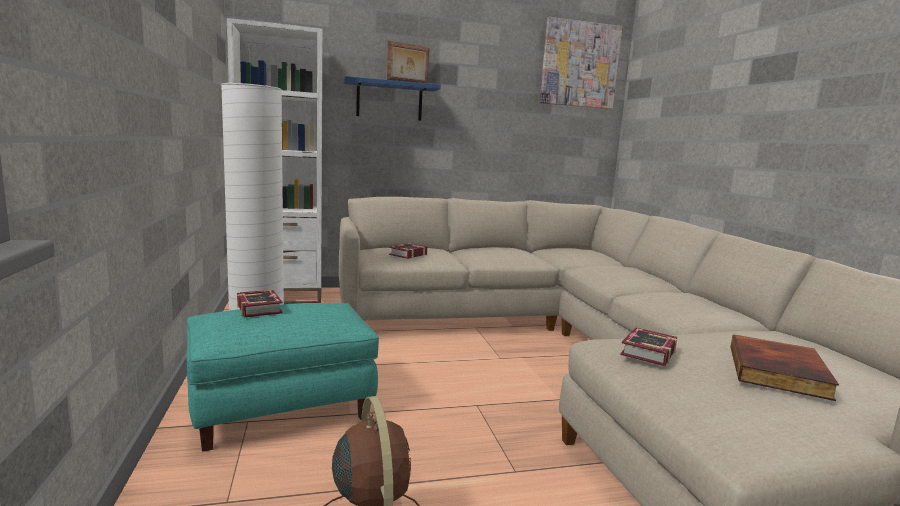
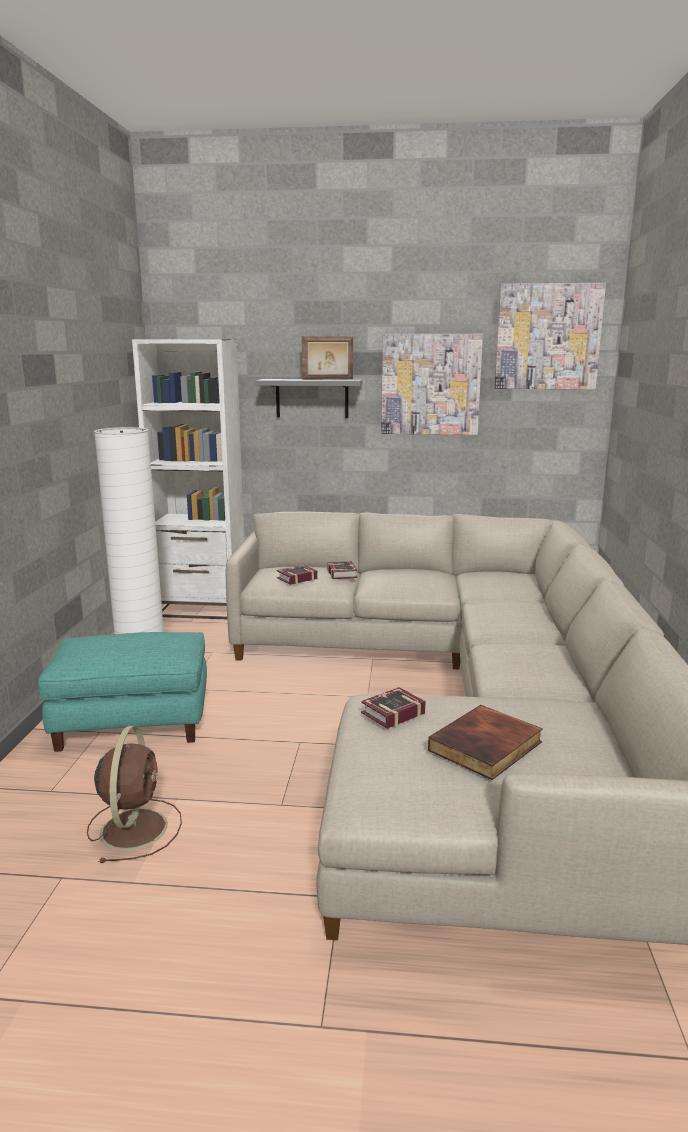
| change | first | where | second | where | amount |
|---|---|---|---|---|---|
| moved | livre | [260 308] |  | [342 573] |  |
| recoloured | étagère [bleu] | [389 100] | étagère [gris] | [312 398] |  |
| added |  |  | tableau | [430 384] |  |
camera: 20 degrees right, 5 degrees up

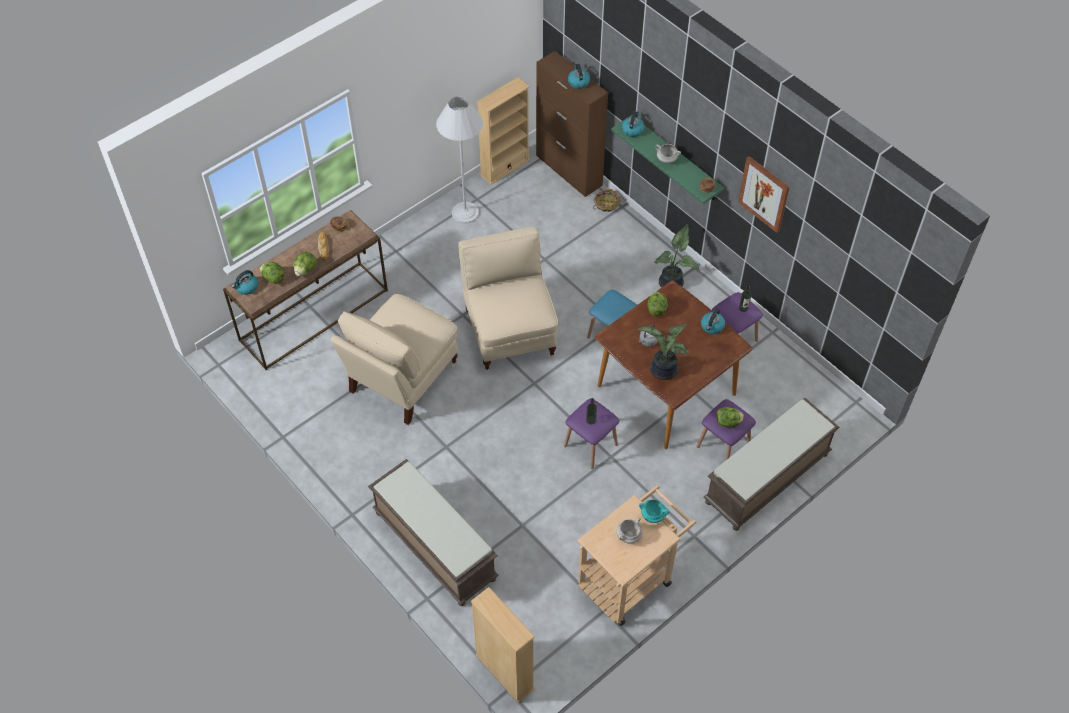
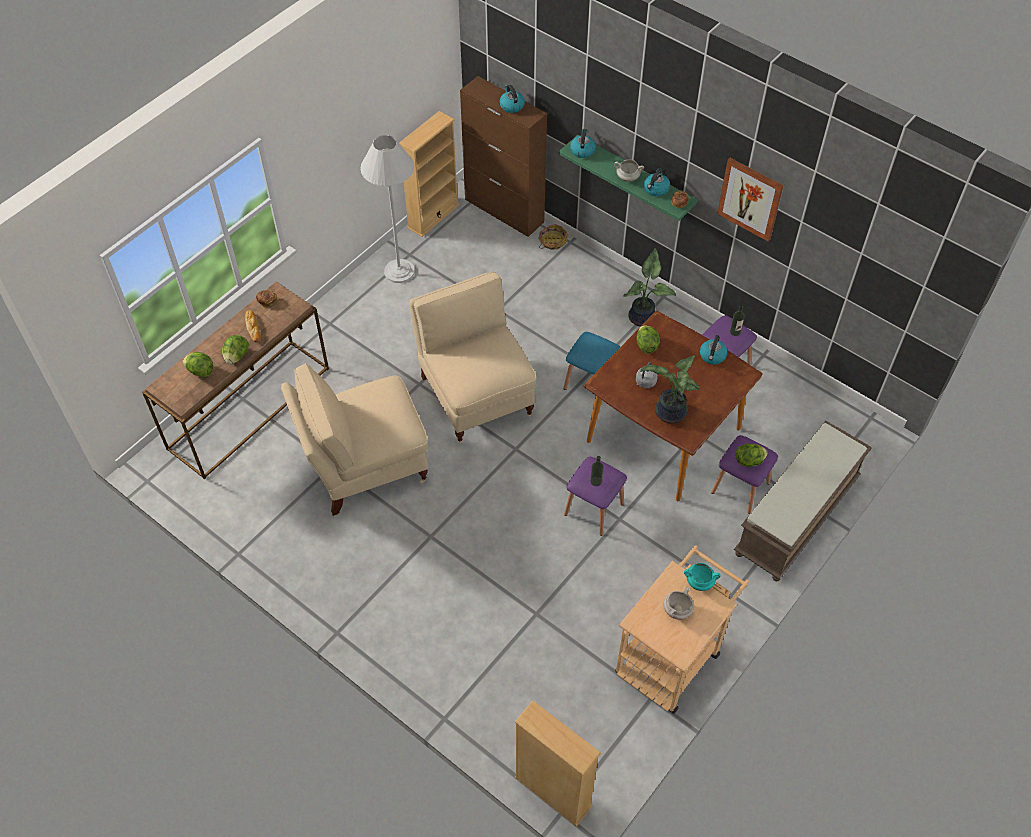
| change | first | where | second | where | amount |
|---|---|---|---|---|---|
| moved | bouilloire | [246 287] |  | [656 189] |  |
| turned | chaise [beige] | [402 379] |  | [365 466] | 45 degrees clockwise |
| removed | banc [marron] | [433 545] |  |  |  |
camera: 10 degrees left, 0 degrees up

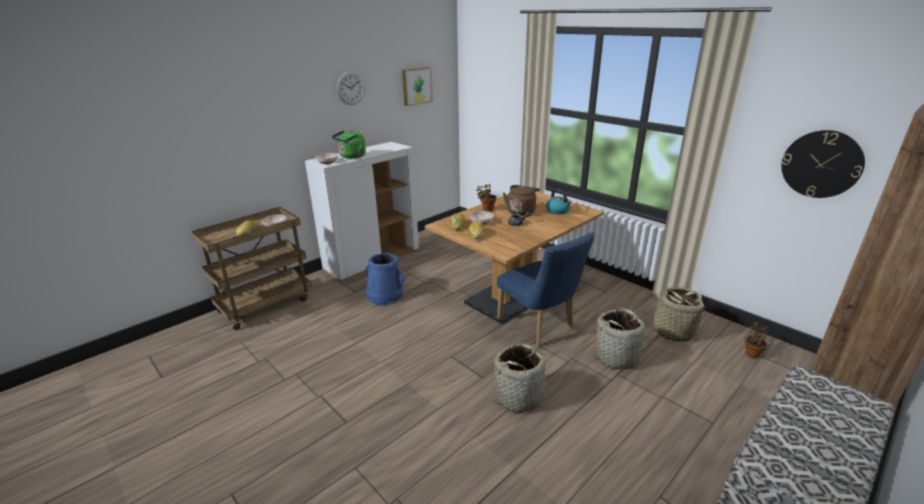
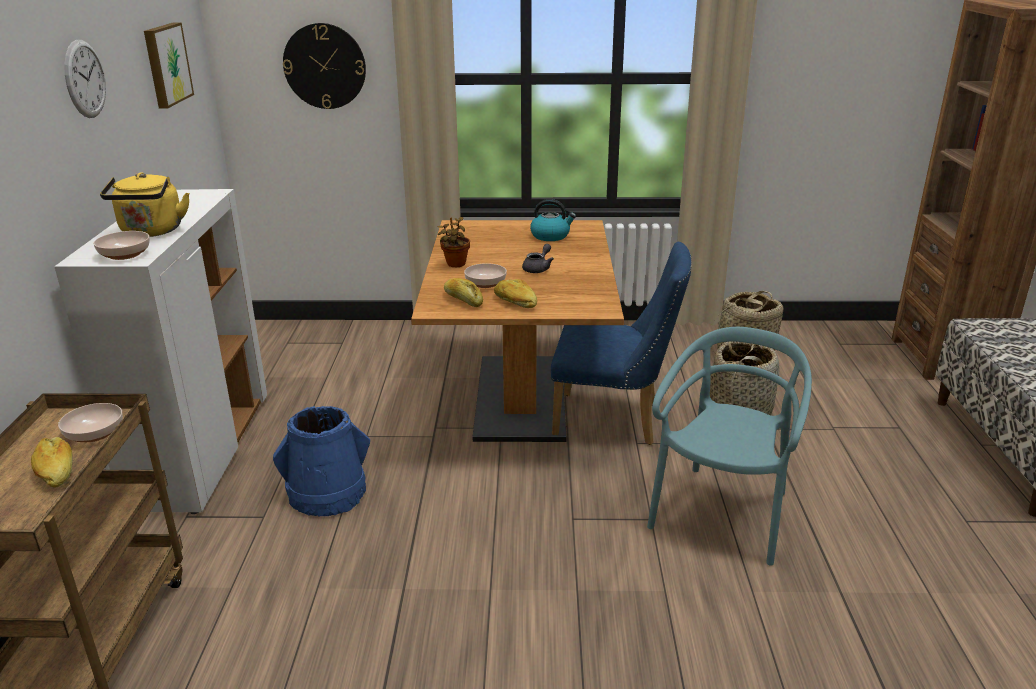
| change | first | where | second | where | amount |
|---|---|---|---|---|---|
| recoloured | bouilloire [vert] | [351 156] | bouilloire [jaune] | [151 232] |  |
| replaced | panier | [519 397] | chaise [turquoise] | [723 514] |  |
| removed | bouilloire [marron] | [521 211] |  |  |  |
| removed | plante en pot | [752 353] |  |  |  |
| moved | horloge murale | [821 164] |  | [324 66] |  |
camera: 45 degrees left, 0 degrees up

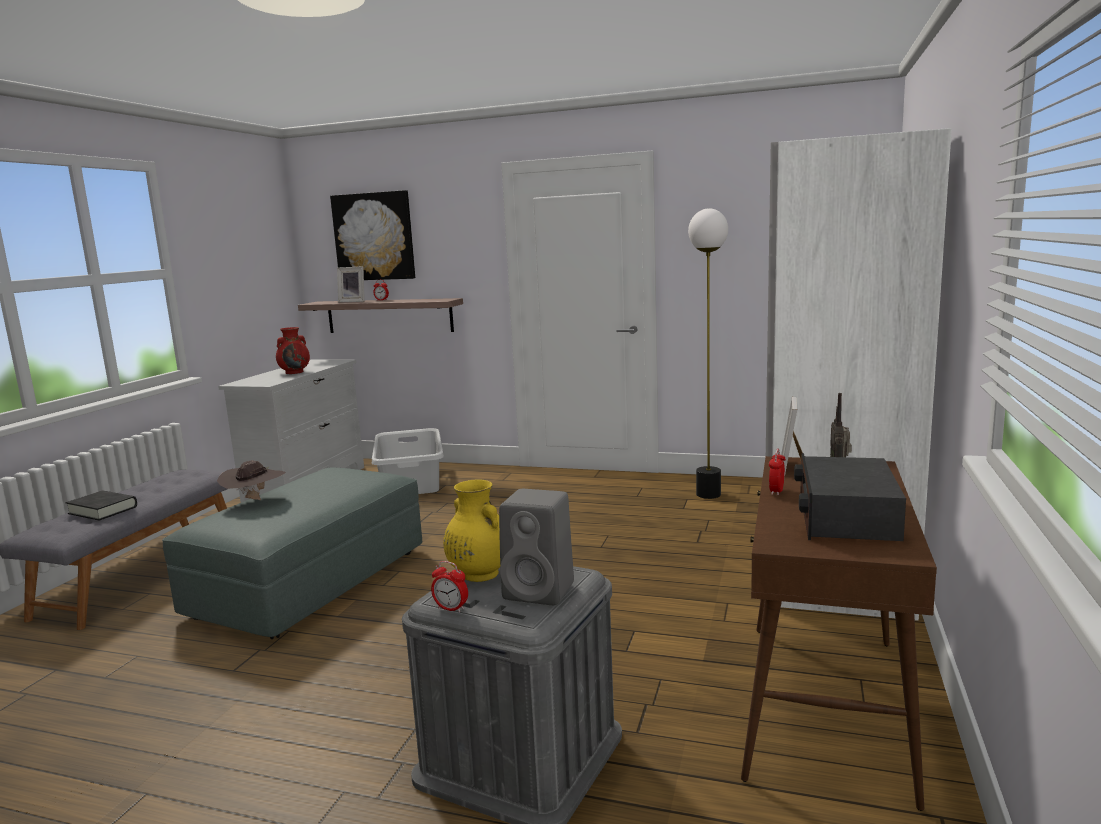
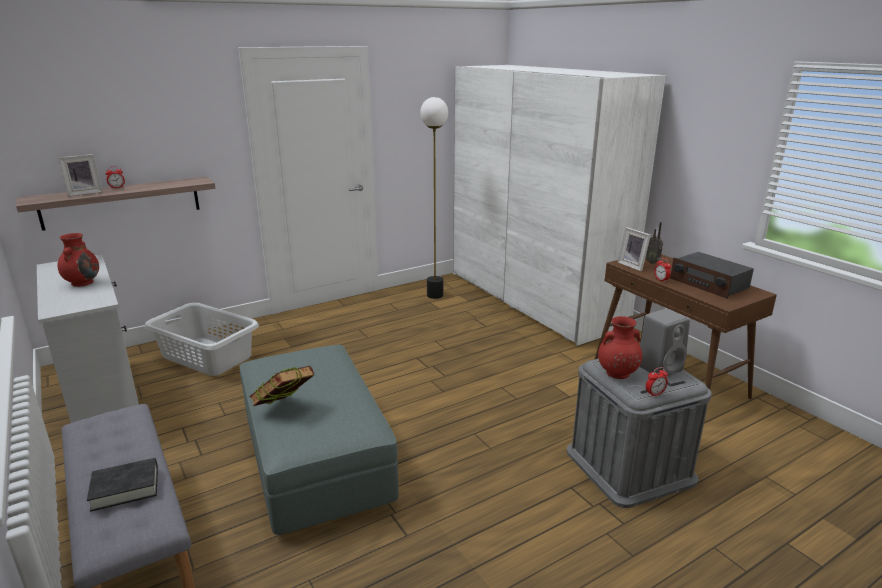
| change | first | where | second | where | amount |
|---|---|---|---|---|---|
| replaced | chapeau [marron] | [255 501] | livre | [284 409] |  |
| removed | tableau | [374 236] |  |  |  |
| recoloured | vase [jaune] | [479 573] | vase [rouge] | [617 373] |  |
camera: 50 degrees left, 10 degrees up

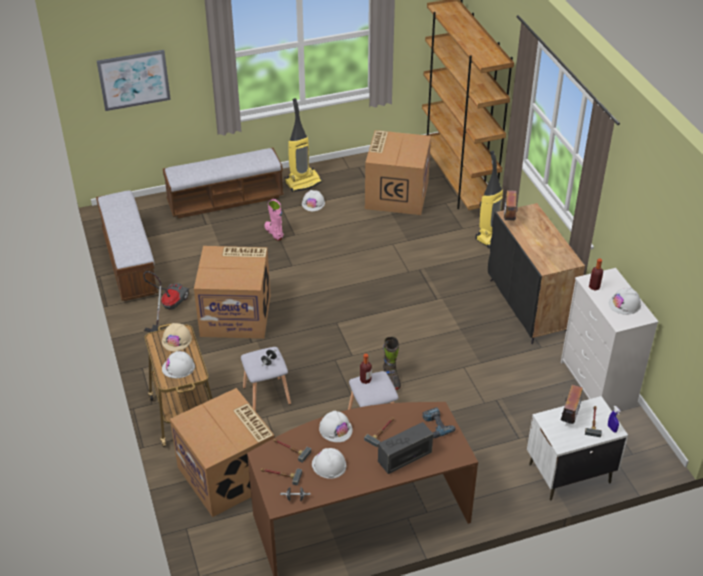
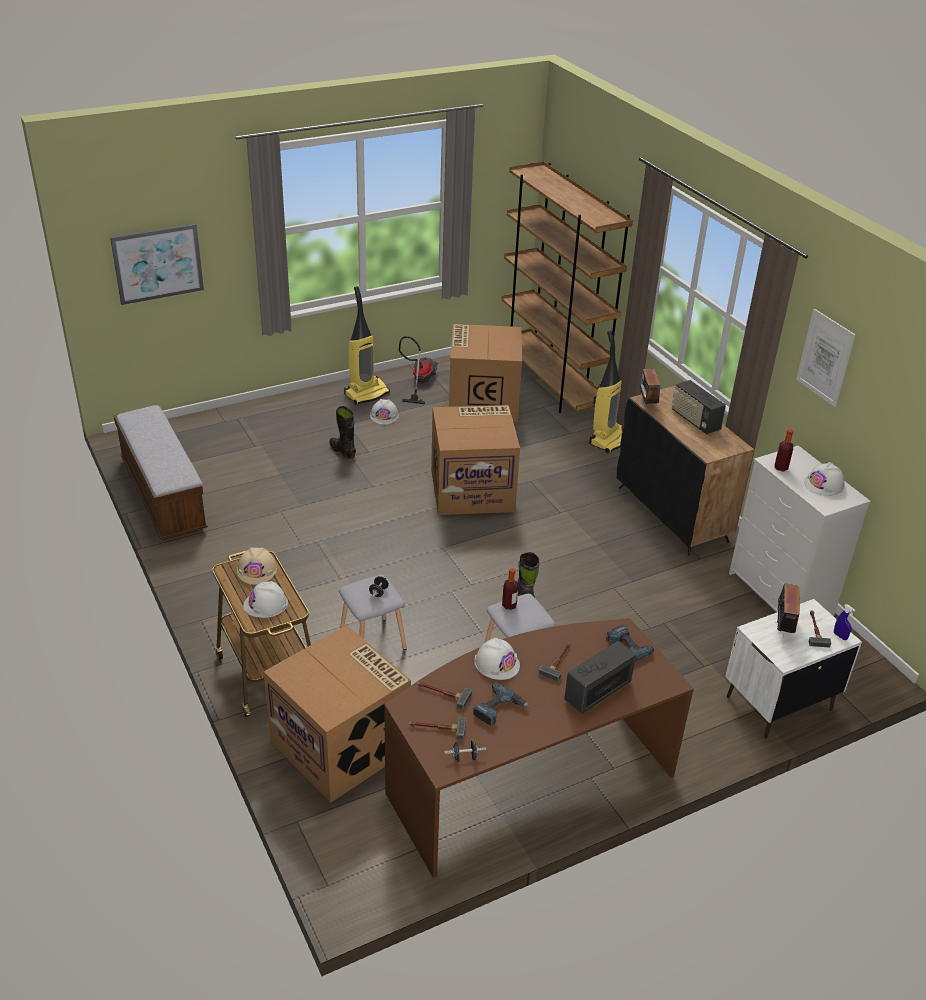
| change | first | where | second | where | amount |
|---|---|---|---|---|---|
| moved | aspirateur | [168 308] |  | [419 382] |  |
| removed | banc | [225 200] |  |  |  |
| moved | carton | [237 314] |  | [473 489] |  |
| recoloured | botte [rose] | [274 233] | botte [noir] | [342 451] |  |
| replaced | casque de chantier [blanc] | [329 465] | perceuse | [499 709] |  |
| added |  |  | radio | [694 420] |  |
| added |  |  | tableau | [825 357] |  |
camera: 10 degrees left, 5 degrees down

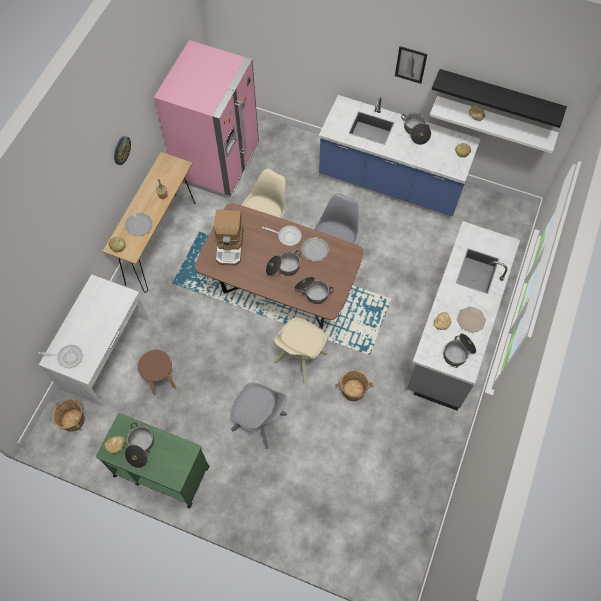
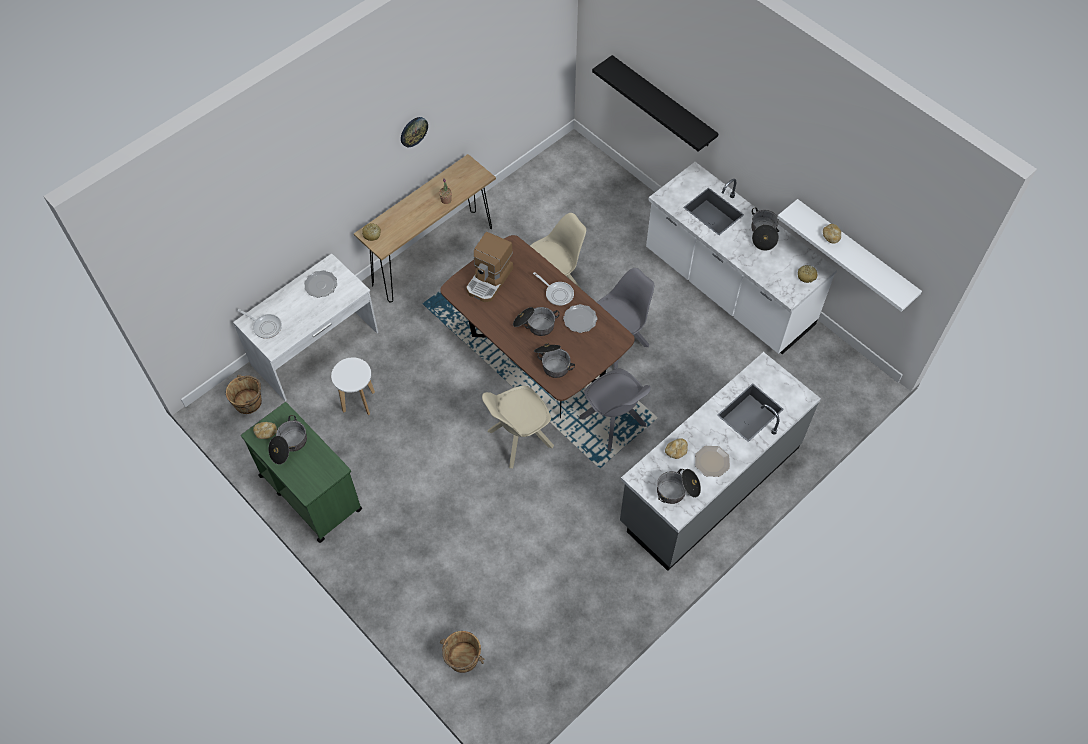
| change | first | where | second | where | amount |
|---|---|---|---|---|---|
| moved | assiette | [138 225] |  | [320 285] |  |
| recoloured | tabouret [marron] | [162 382] | tabouret [blanc] | [358 402] |  |
| removed | réfrigérateur [rose] | [217 163] |  |  |  |
| moved | chaise [gris] | [260 422] |  | [614 423] |  |
| recoloured | comptoir de cuisine [bleu] | [391 182] | comptoir de cuisine [blanc] | [727 289] |  |
| moved | seau [marron] | [353 391] |  | [462 658] |  |
| removed | tableau | [410 64] |  |  |  |
| moved | étagère [noir] | [499 95] |  | [663 102] |  |
camera: 25 degrees right, 5 degrees down

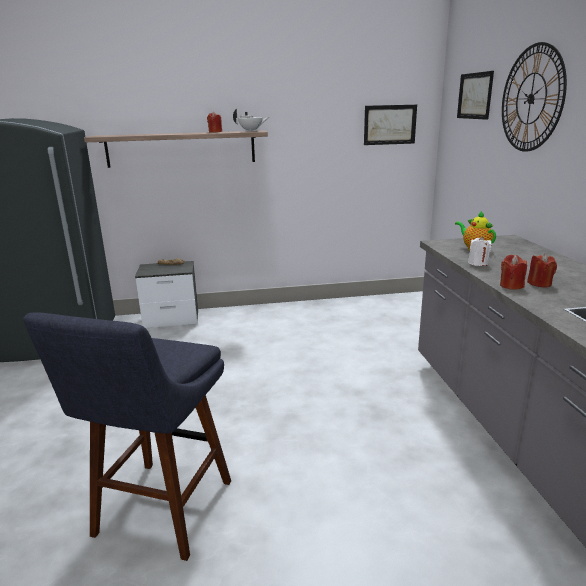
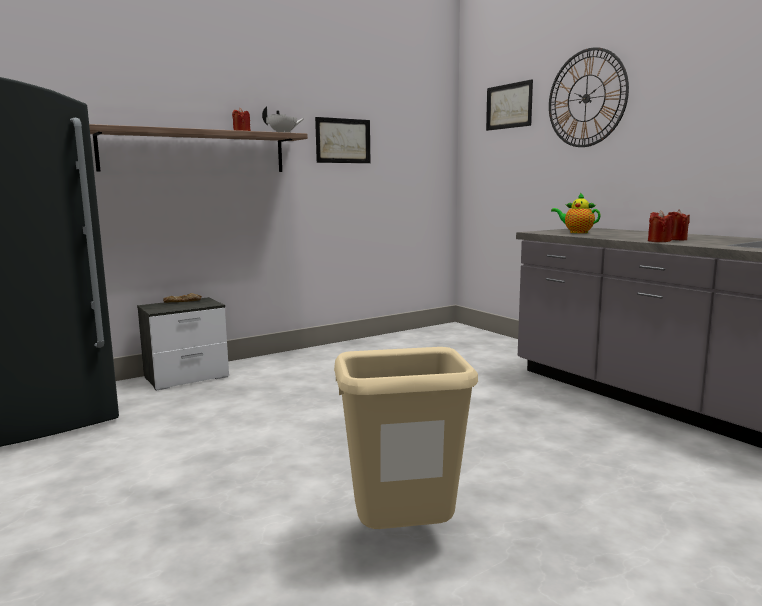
| change | first | where | second | where | amount |
|---|---|---|---|---|---|
| replaced | tabouret [bleu] | [160 514] | poubelle [beige] | [402 540] |  |
| moved | tableau | [390 124] |  | [343 141] |  |
| removed | bougie [blanc] | [478 263] |  |  |  |
camera: 25 degrees left, 10 degrees down

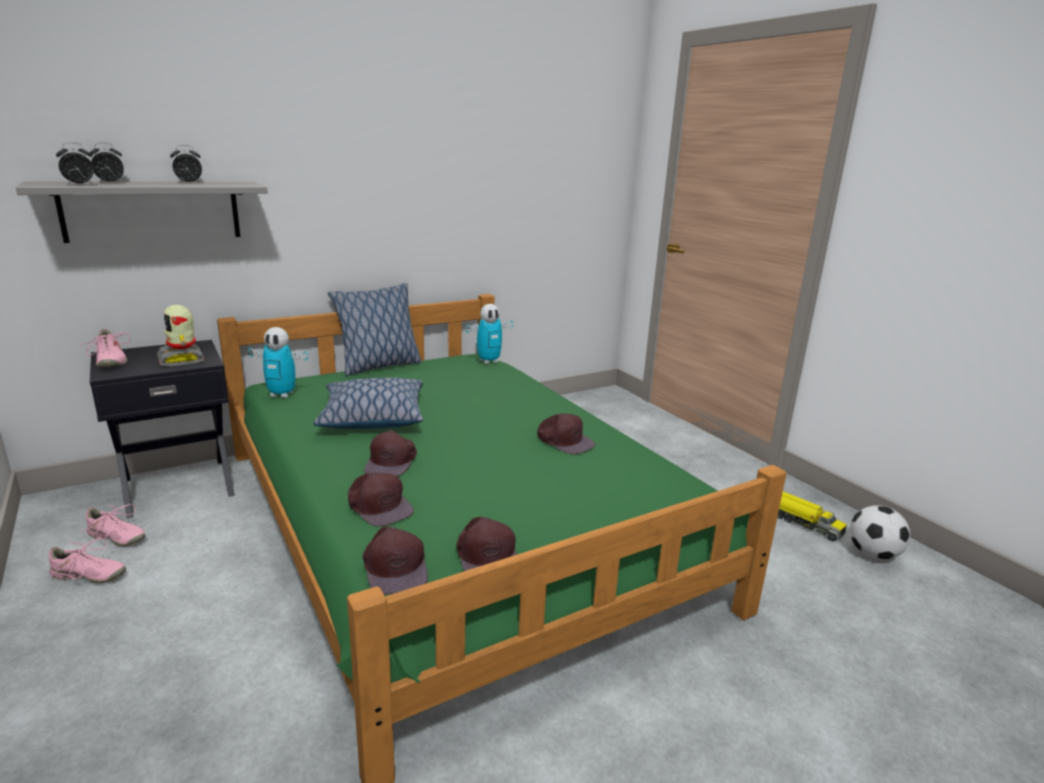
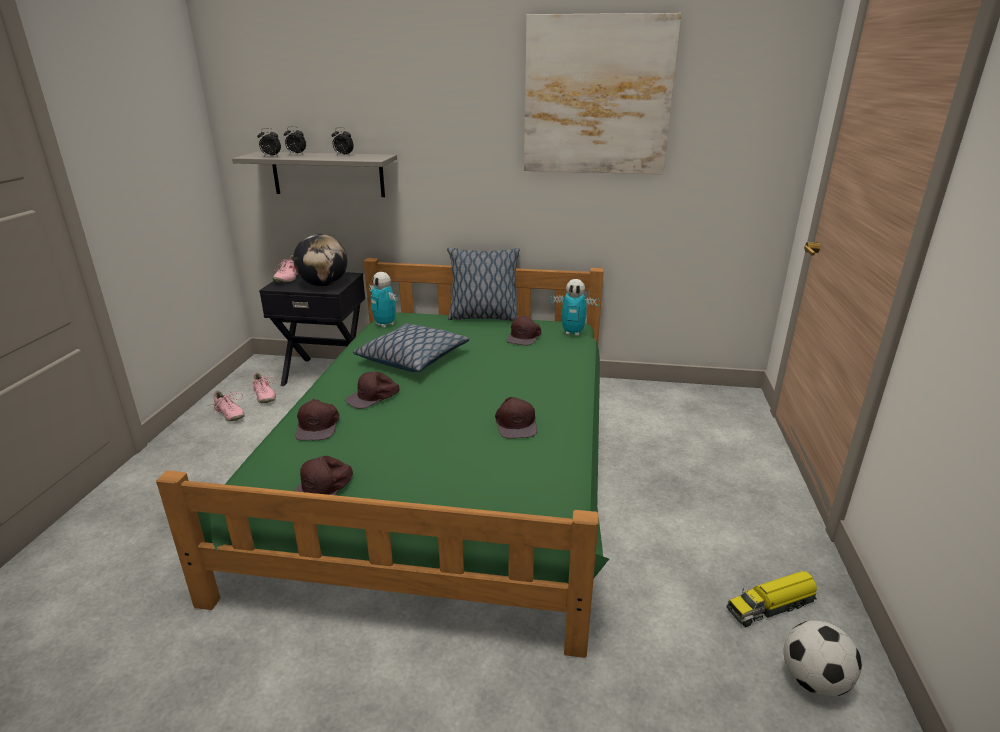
| change | first | where | second | where | amount |
|---|---|---|---|---|---|
| replaced | robot jouet | [182 359] | globe | [324 285] |  |
| moved | casquette [marron] | [396 566] |  | [525 337] |  |
| turned | camion jouet | [801 522] |  | [771 606] | 75 degrees clockwise |
| added |  |  | tableau | [597 96] |  |
camera: 40 degrees right, 5 degrees up

